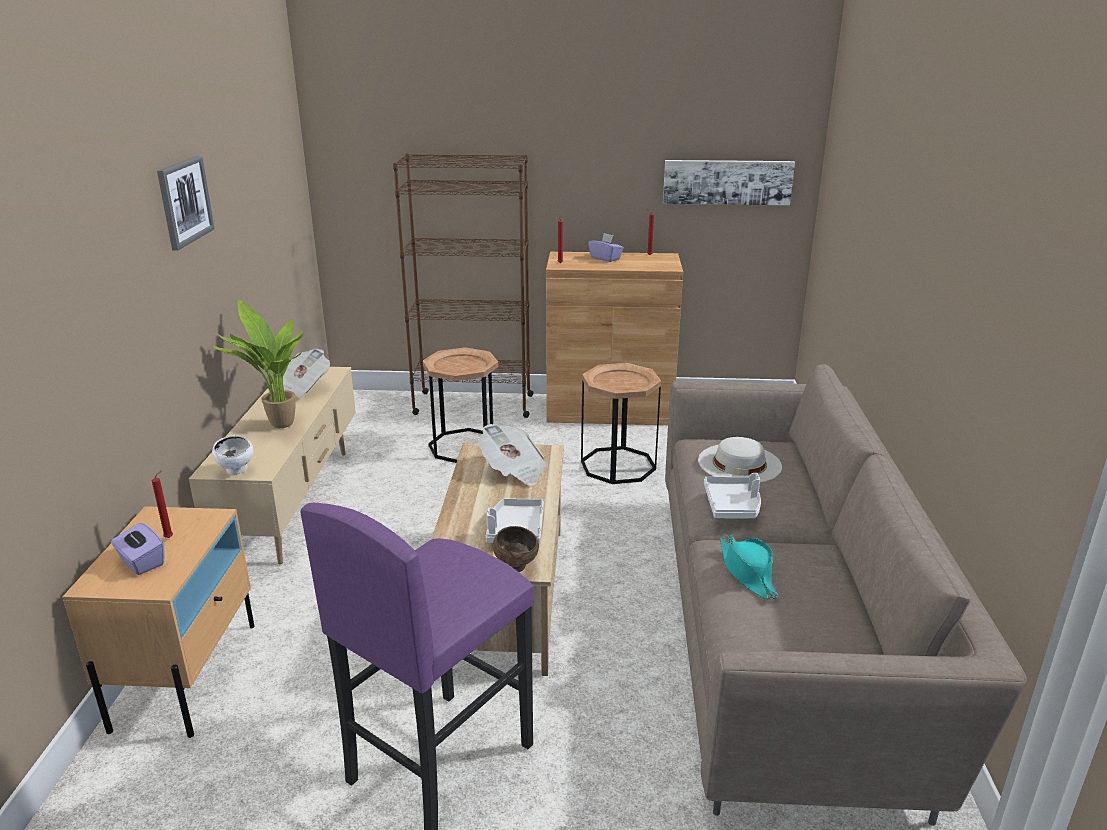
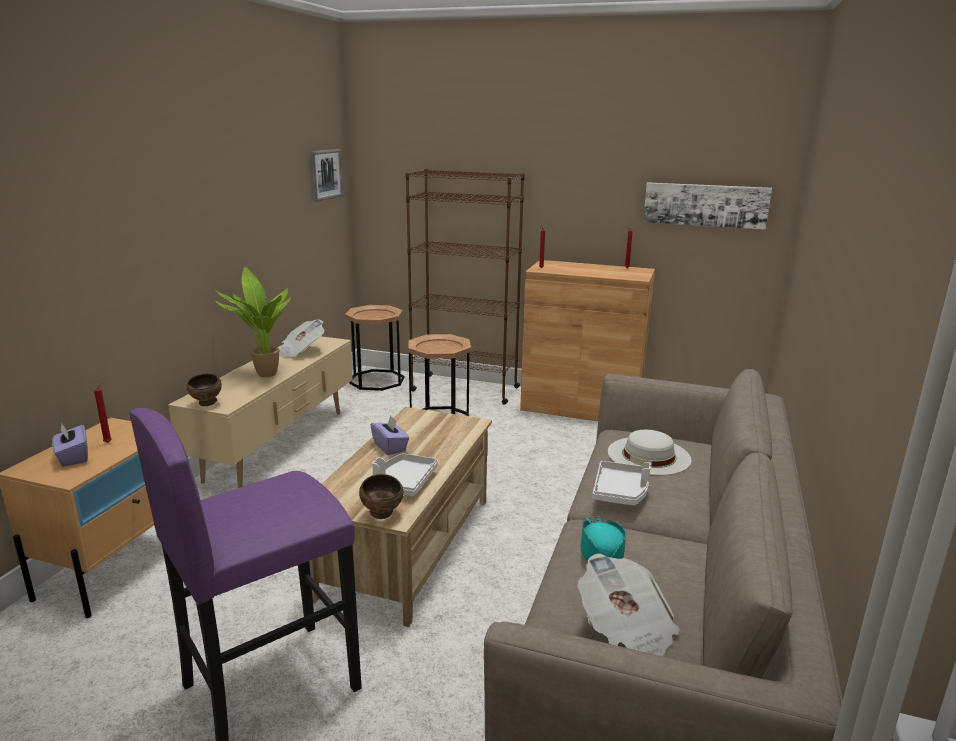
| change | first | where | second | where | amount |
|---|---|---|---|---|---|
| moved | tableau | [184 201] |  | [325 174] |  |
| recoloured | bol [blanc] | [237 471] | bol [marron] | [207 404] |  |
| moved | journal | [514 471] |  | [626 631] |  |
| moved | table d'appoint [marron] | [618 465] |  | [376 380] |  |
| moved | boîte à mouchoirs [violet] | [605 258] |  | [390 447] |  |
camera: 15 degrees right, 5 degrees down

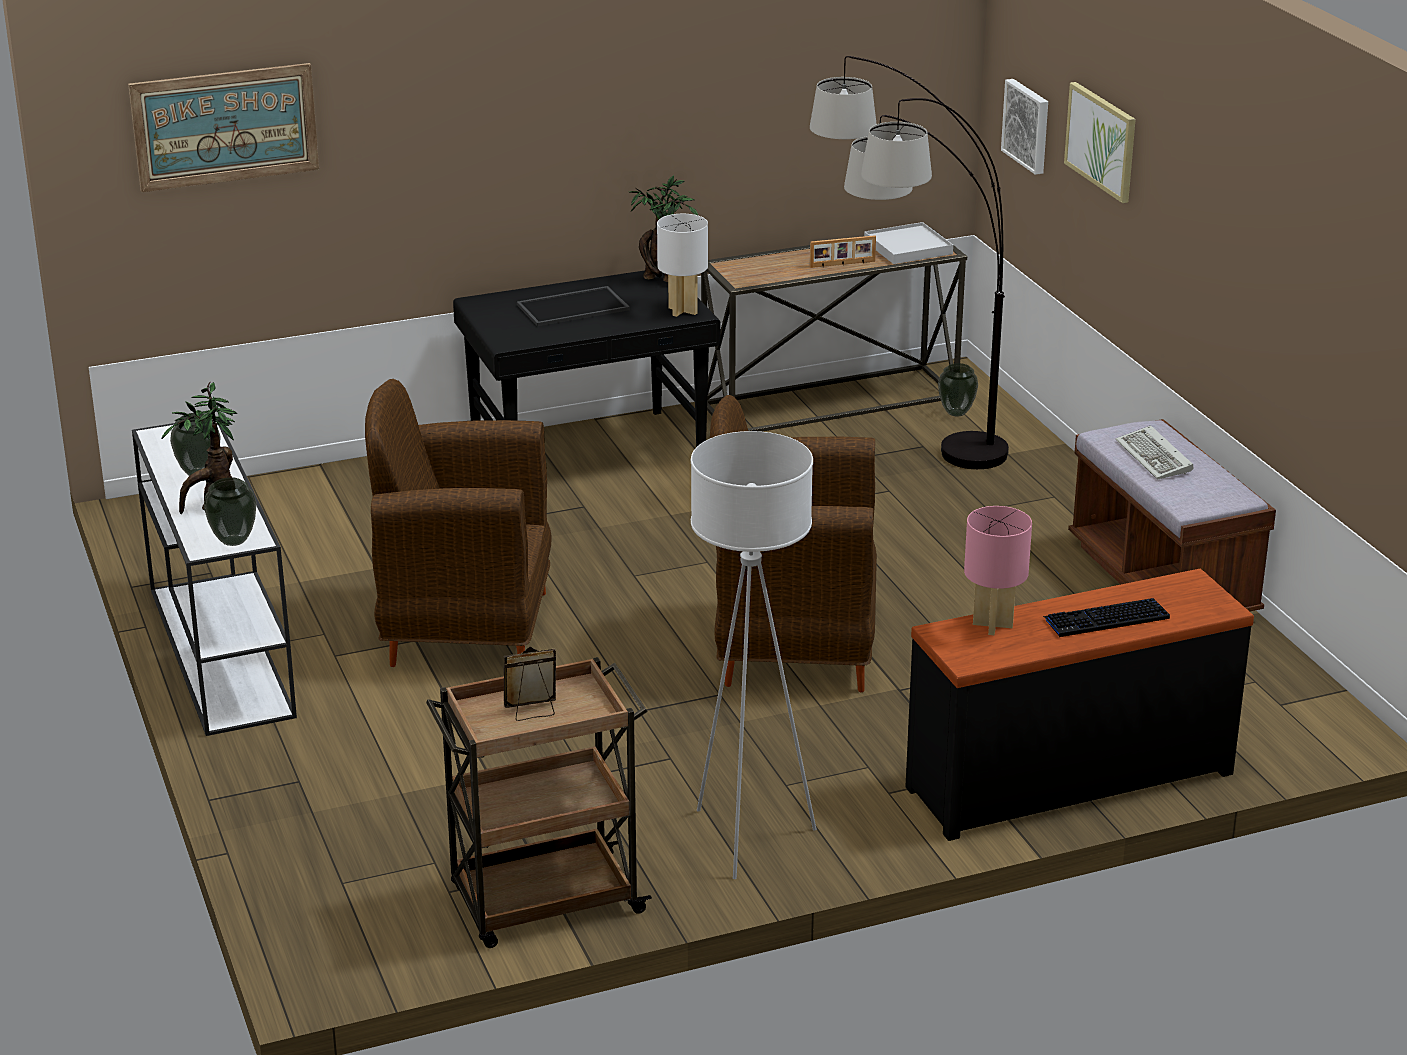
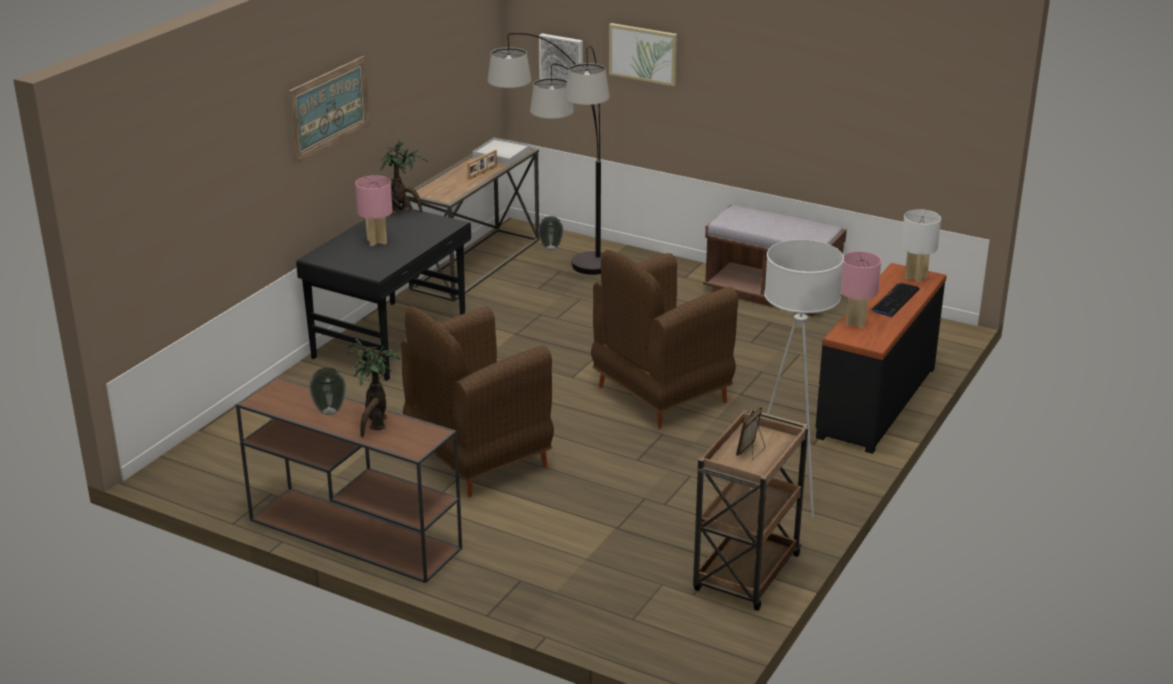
| change | first | where | second | where | amount |
|---|---|---|---|---|---|
| moved | tableau | [225 126] |  | [329 108] |  |
| recoloured | table console [blanc] | [219 650] | table console [marron] | [352 533] |  |
| removed | vase | [233 541] |  |  |  |
| replaced | plateau | [573 306] | lampe de table [rose] | [377 241] |  |
| moved | lampe de table [blanc] | [683 310] |  | [915 277] |  |
| removed | clavier | [1156 458] |  |  |  |
camera: 40 degrees left, 0 degrees up

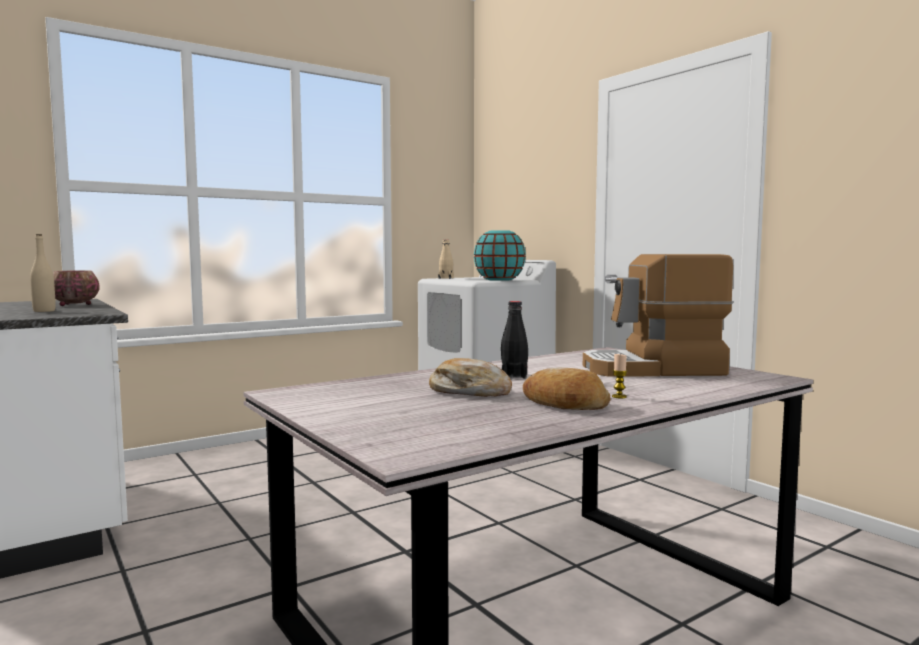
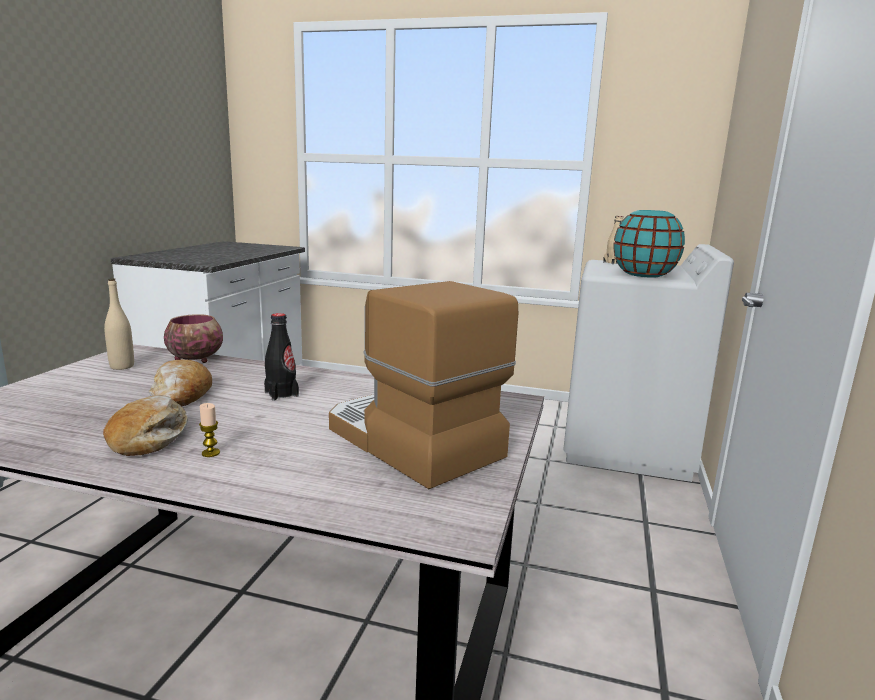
| change | first | where | second | where | amount |
|---|---|---|---|---|---|
| moved | bouteille [beige] | [44 311] |  | [122 366] |  |
| moved | bol | [74 305] |  | [195 359] |  |
camera: 50 degrees right, 10 degrees up

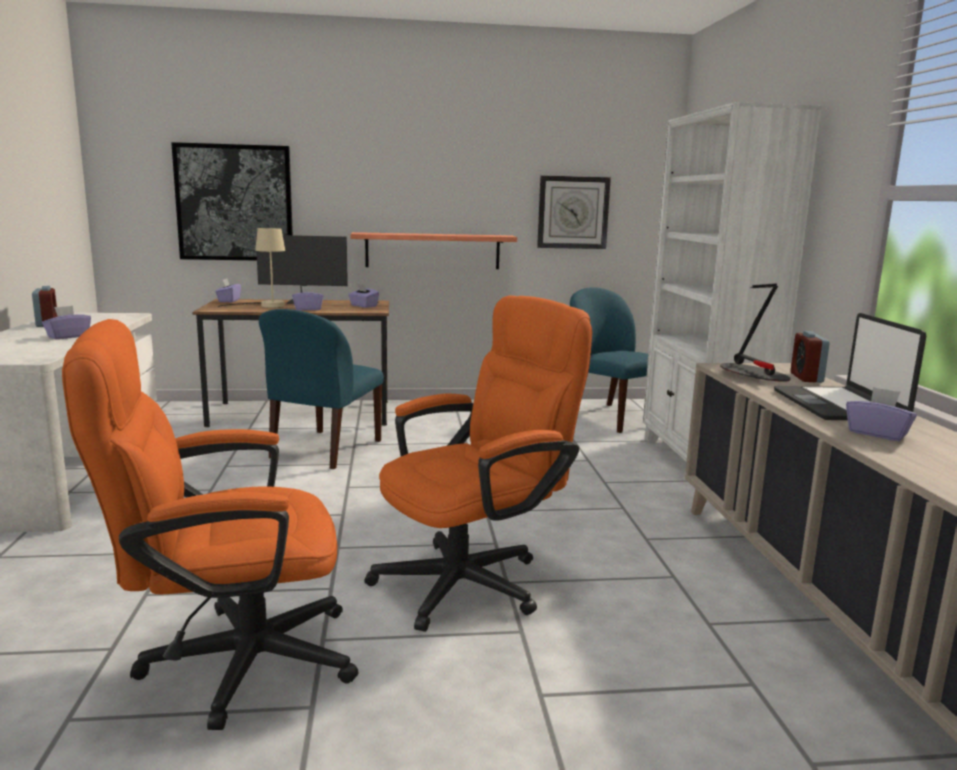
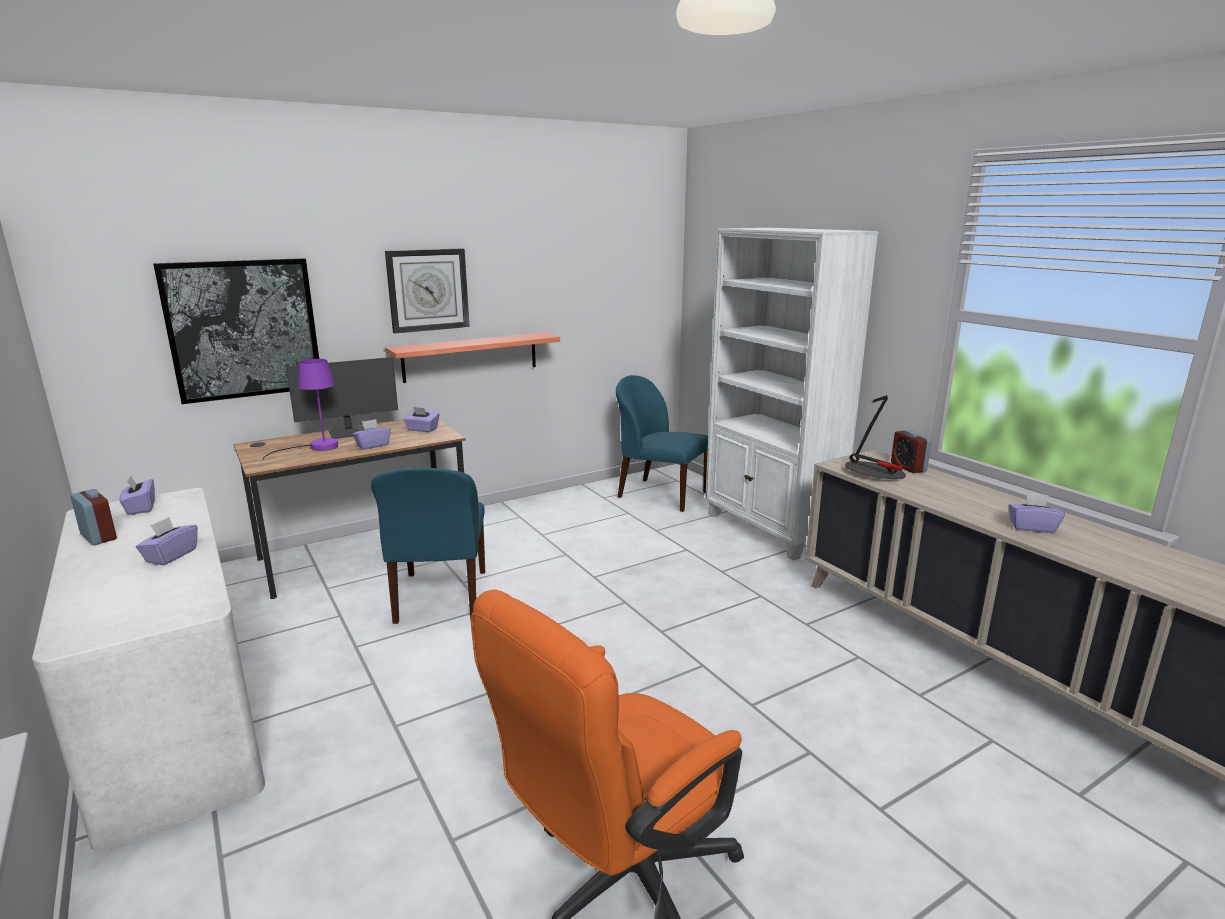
| change | first | where | second | where | amount |
|---|---|---|---|---|---|
| moved | boîte à mouchoirs [violet] | [228 301] |  | [140 508] |  |
| recoloured | lampe de table [beige] | [265 306] | lampe de table [violet] | [315 448] |  |
| removed | chaise de bureau [orange] | [474 580] |  |  |  |
| moved | horloge murale | [573 212] |  | [428 290] |  |
| removed | ordinateur portable | [839 405] |  |  |  |
camera: 25 degrees left, 5 degrees up

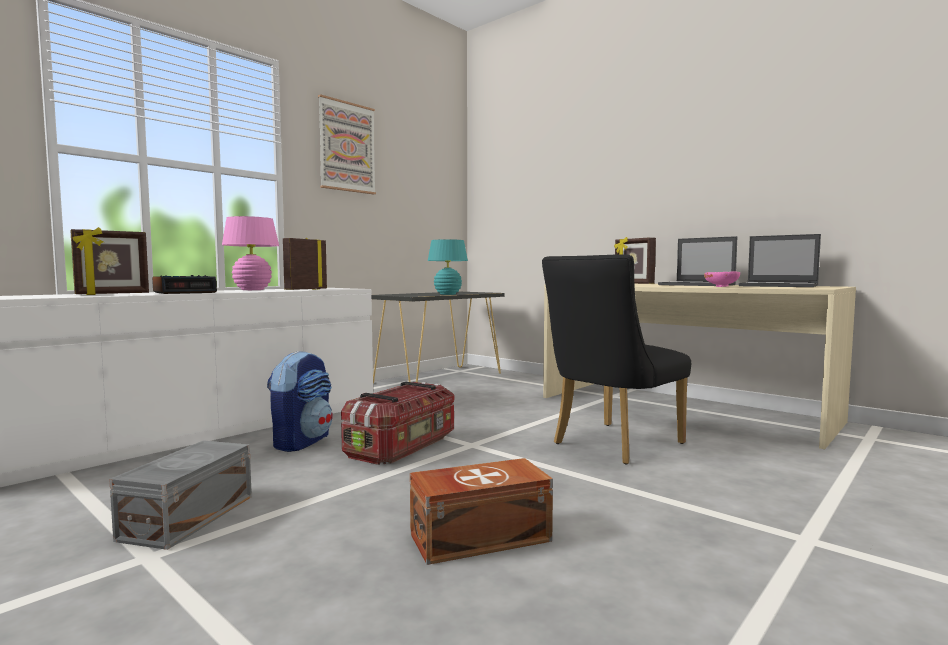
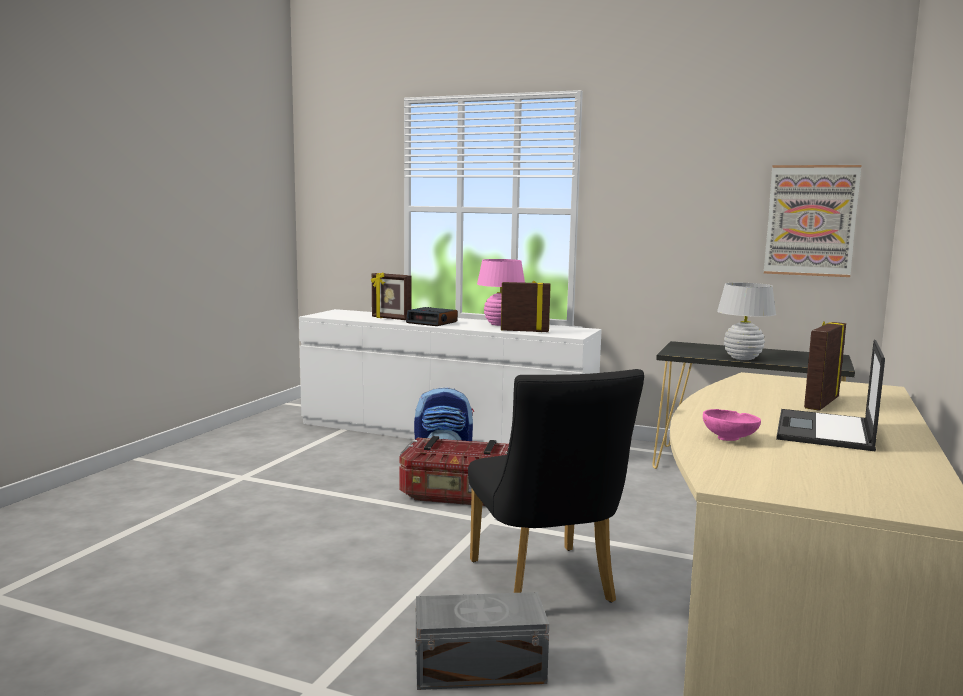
| change | first | where | second | where | amount |
|---|---|---|---|---|---|
| moved | boîte de rangement [gris] | [185 518] |  | [477 666] |  |
| moved | tableau | [347 147] |  | [811 220] |  |
| removed | boîte de rangement [marron] | [477 536] |  |  |  |
| recoloured | lampe de table [turquoise] | [447 294] | lampe de table [blanc] | [742 358] |  |
| turned | chaise [noir] | [611 445] |  | [545 586] | 135 degrees counterclockwise |
| removed | ordinateur portable | [779 286] |  |  |  |
camera: 70 degrees right, 5 degrees up

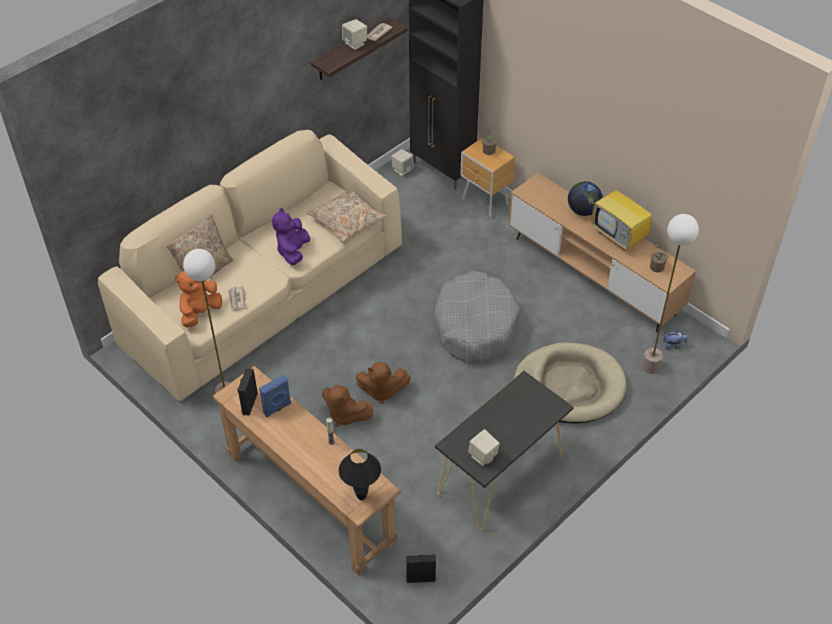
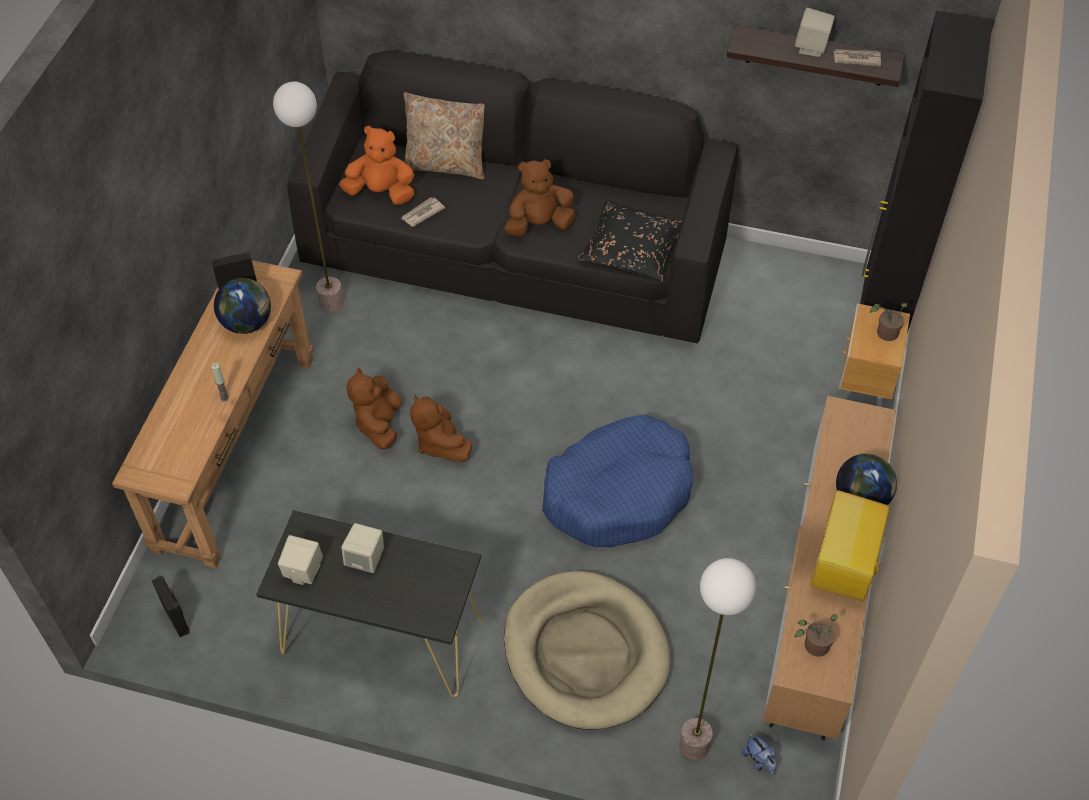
| change | first | where | second | where | amount |
|---|---|---|---|---|---|
| recoloured | canapé [beige] | [264 294] | canapé [noir] | [515 254] |  |
| replaced | enceinte [bleu] | [277 408] | globe | [247 323] |  |
| recoloured | peluche [violet] | [293 251] | peluche [marron] | [539 224] |  |
| recoloured | coussin [beige] | [347 221] | coussin [noir] | [632 250] |  |
| removed | lampe de table [noir] | [362 497] |  |  |  |
| moved | enceinte [beige] | [402 170] |  | [366 559] |  |
| recoloured | panier pour chien [gris] | [475 326] | panier pour chien [bleu] | [618 492] |  |
camera: 60 degrees right, 5 degrees up

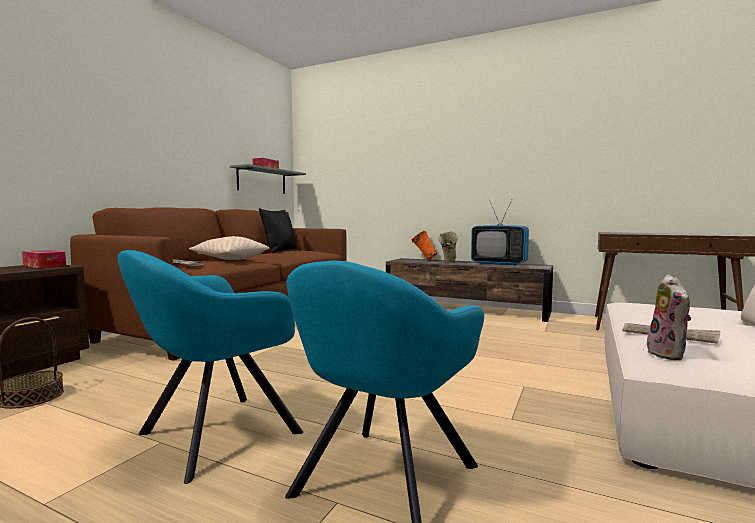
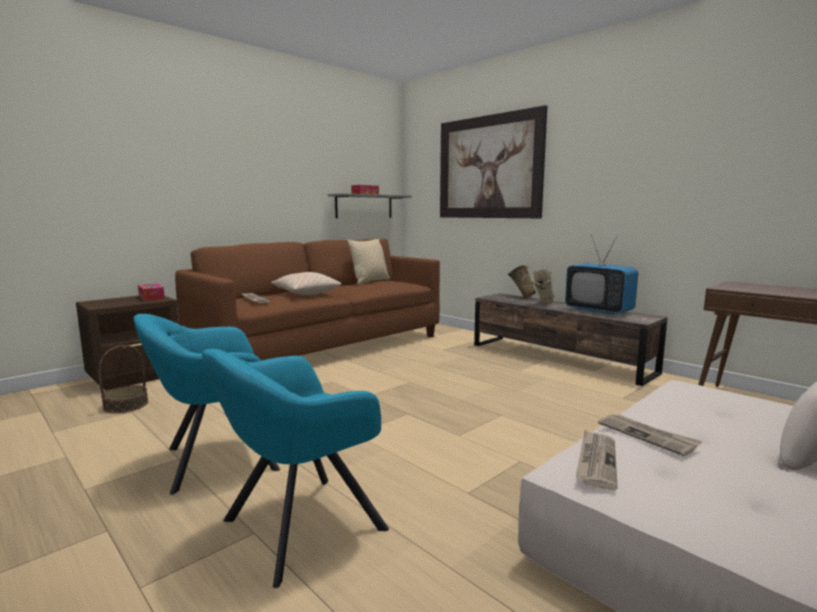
| change | first | where | second | where | amount |
|---|---|---|---|---|---|
| recoloured | coussin [noir] | [280 251] | coussin [beige] | [370 282] |  |
| recoloured | vase [orange] | [423 259] | vase [beige] | [521 297] |  |
| replaced | peluche | [669 354] | journal | [596 461] |  |
| added |  |  | tableau | [488 167] |  |
camera: 20 degrees right, 5 degrees up

